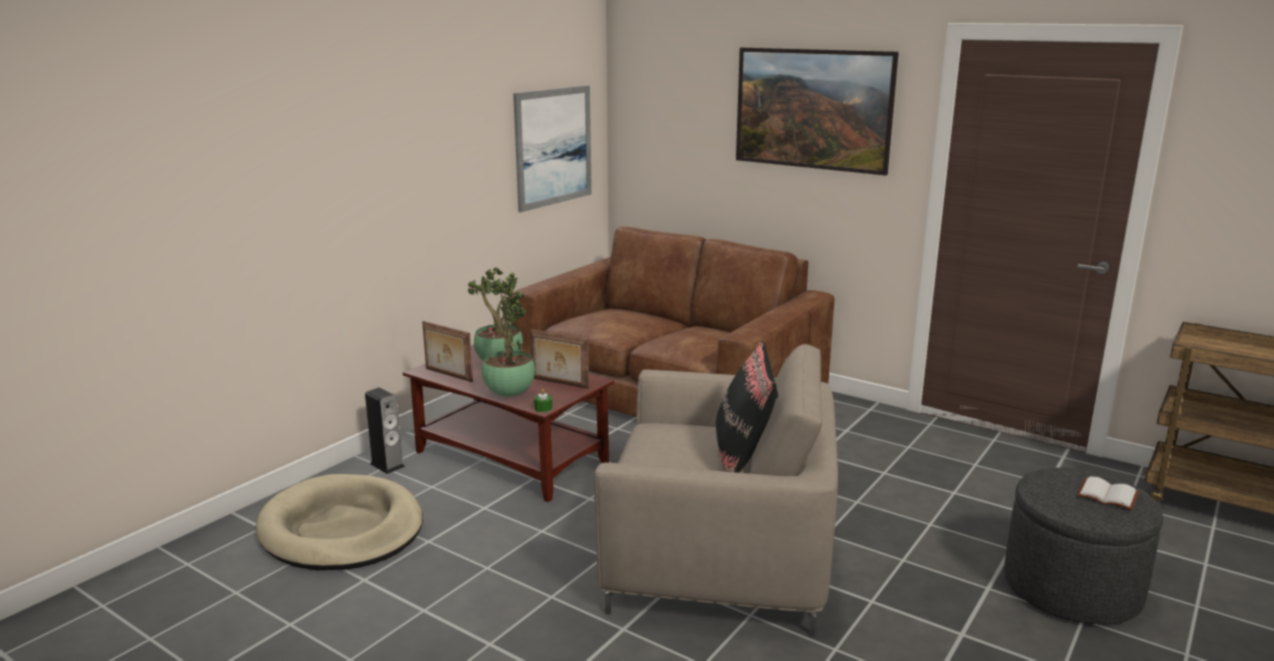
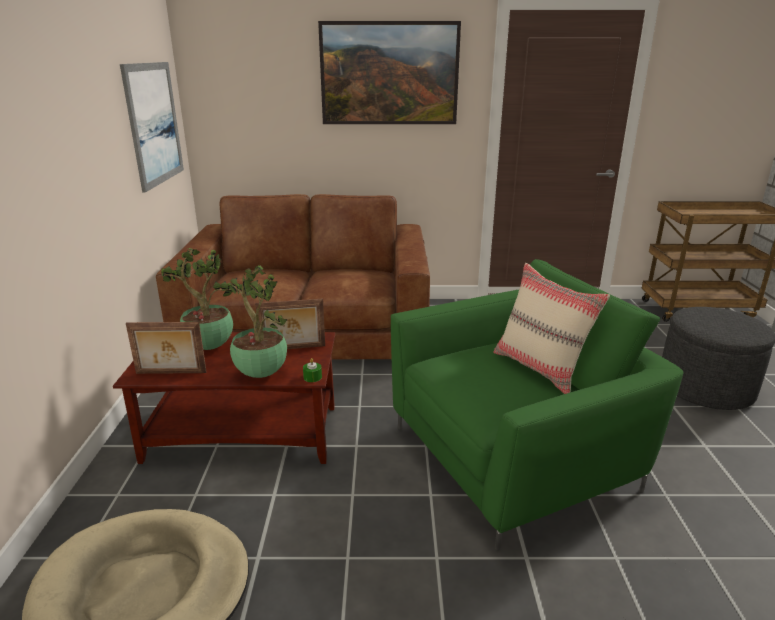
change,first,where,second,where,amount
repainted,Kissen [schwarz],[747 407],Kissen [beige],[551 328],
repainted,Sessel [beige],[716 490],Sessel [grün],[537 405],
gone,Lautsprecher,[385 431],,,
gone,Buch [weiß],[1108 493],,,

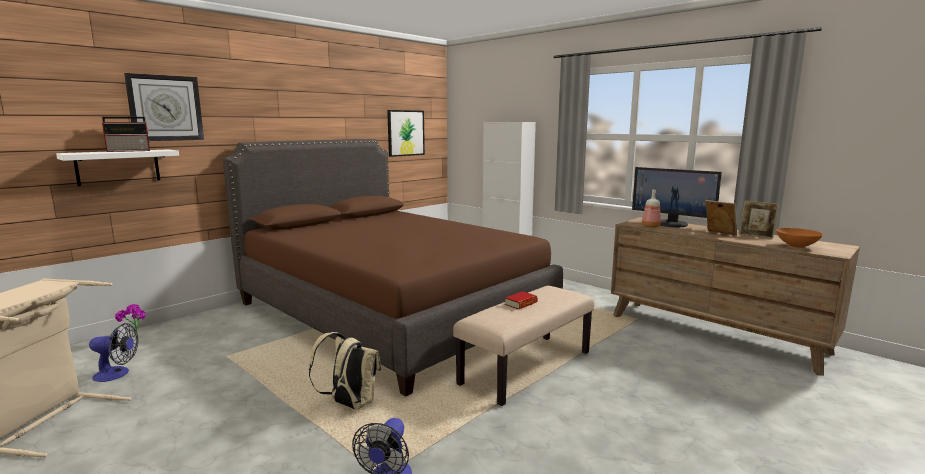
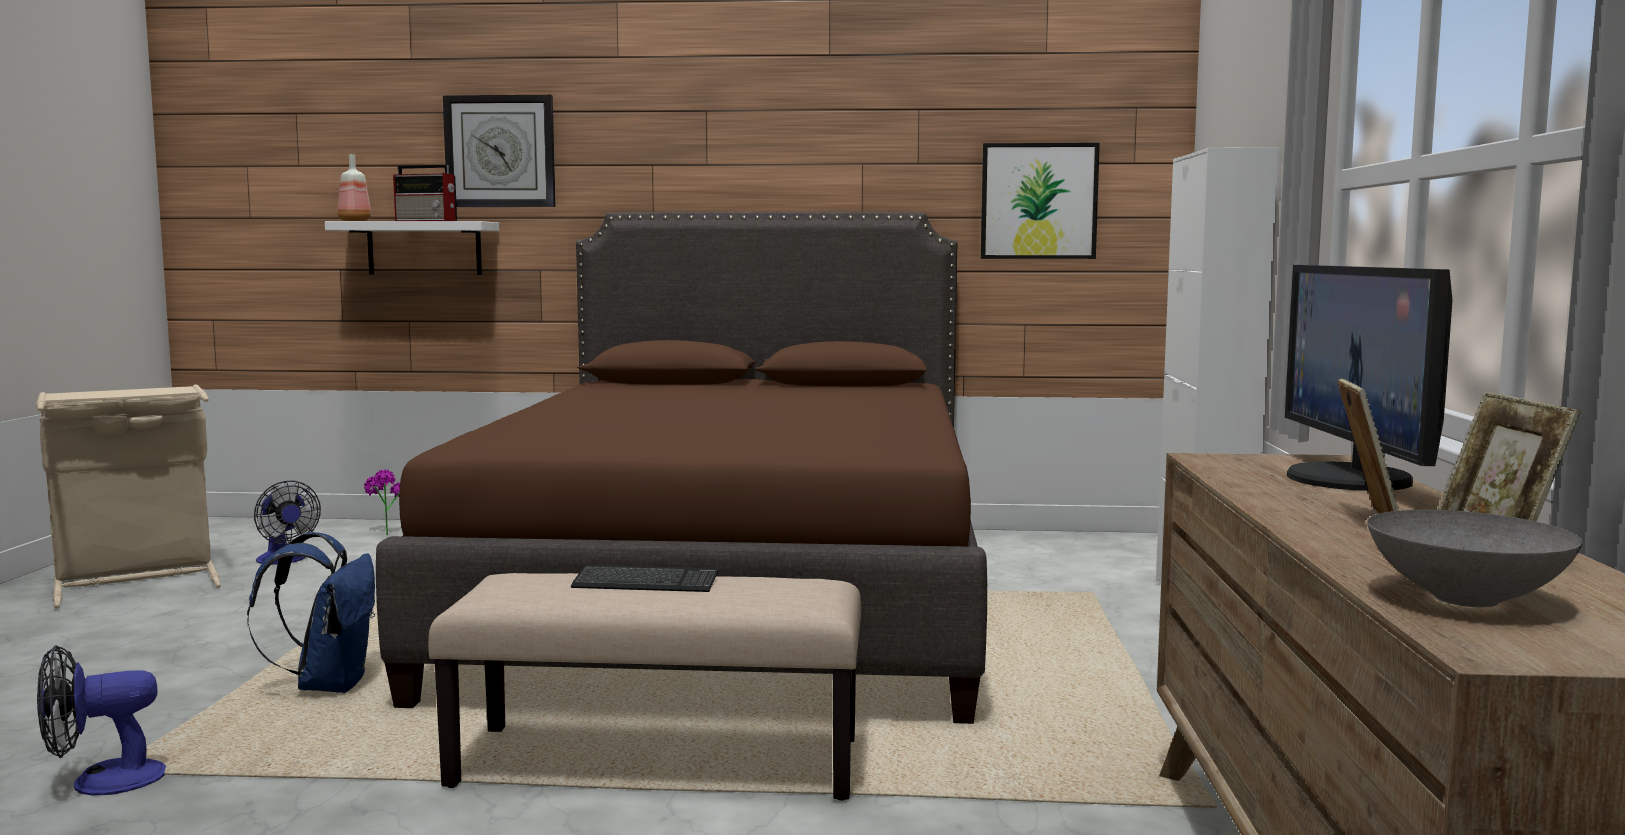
change,first,where,second,where,amount
shifted,Flasche,[651 209],,[354 187],
repainted,Schüssel [orange],[799 238],Schüssel [grau],[1475 559],
swapped,Buch,[521 300],Tastatur,[644 578],
repainted,Rucksack [beige],[345 371],Rucksack [blau],[311 612],

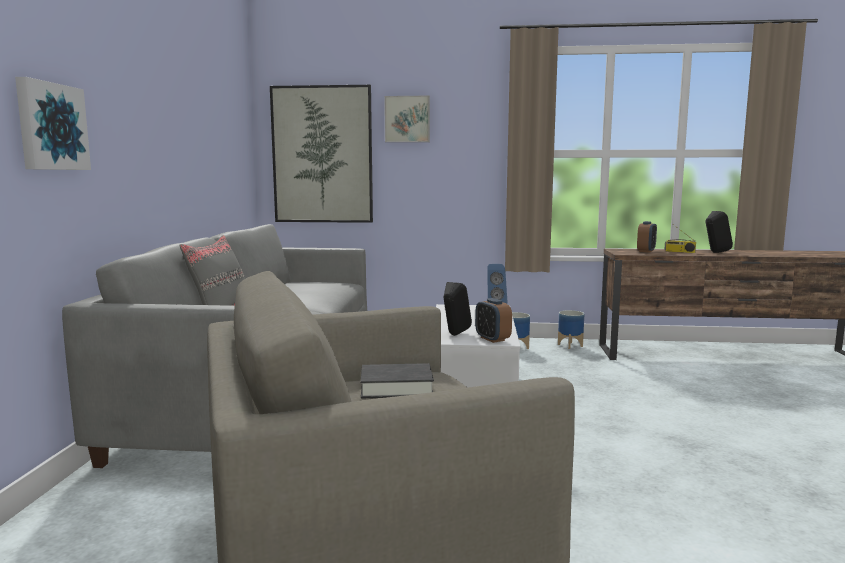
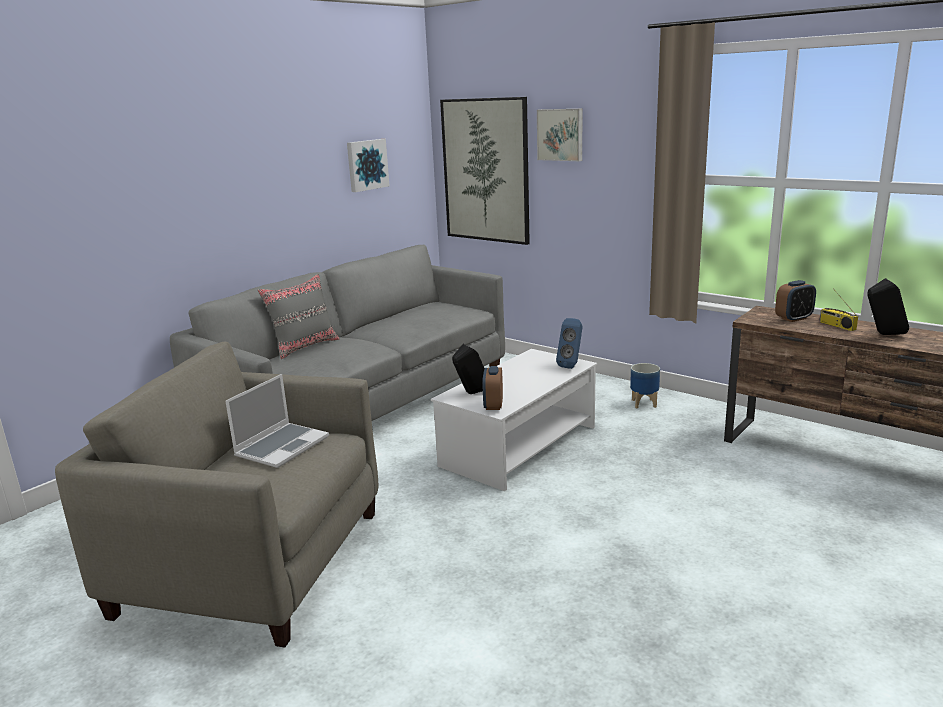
change,first,where,second,where,amount
shifted,Bild,[53 123],,[368 165],
gone,Pflanzkübel,[571 329],,,
swapped,Buch [schwarz],[397 381],Laptop,[277 421],

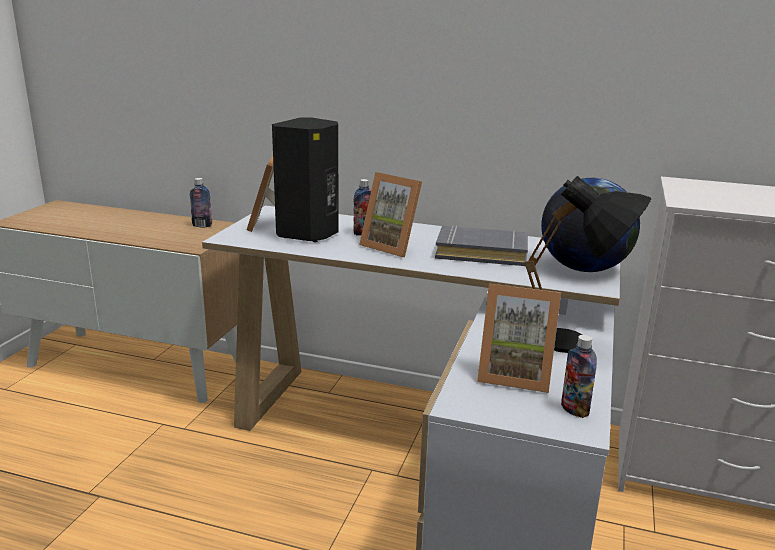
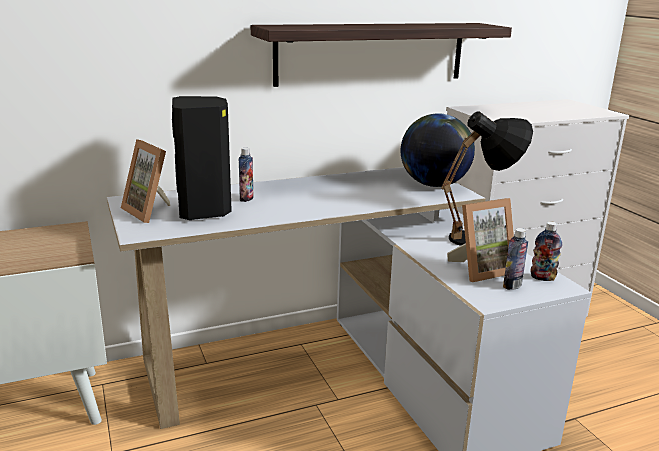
change,first,where,second,where,amount
gone,Bilderrahmen,[390 214],,,
shifted,Flasche,[200 202],,[515 259],
gone,Buch [grau],[481 246],,,
new,,,Wandregal,[381 55],

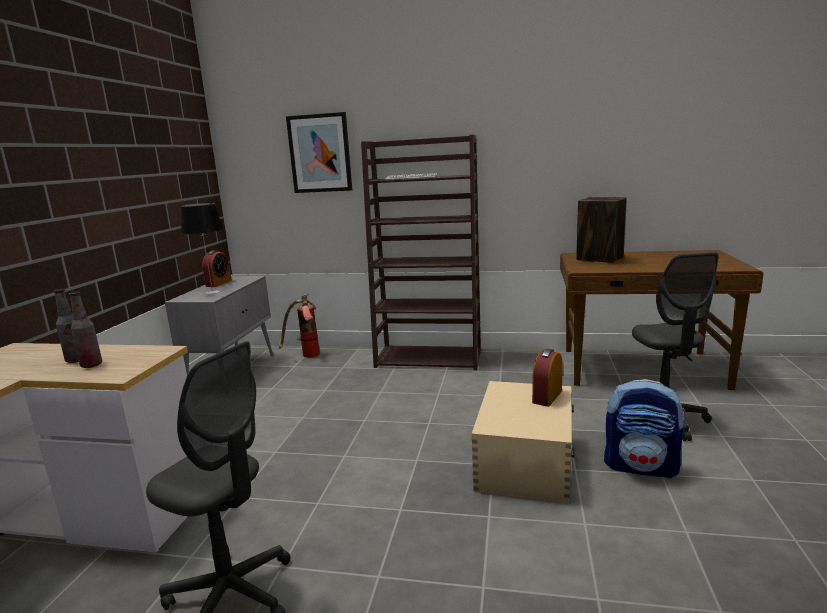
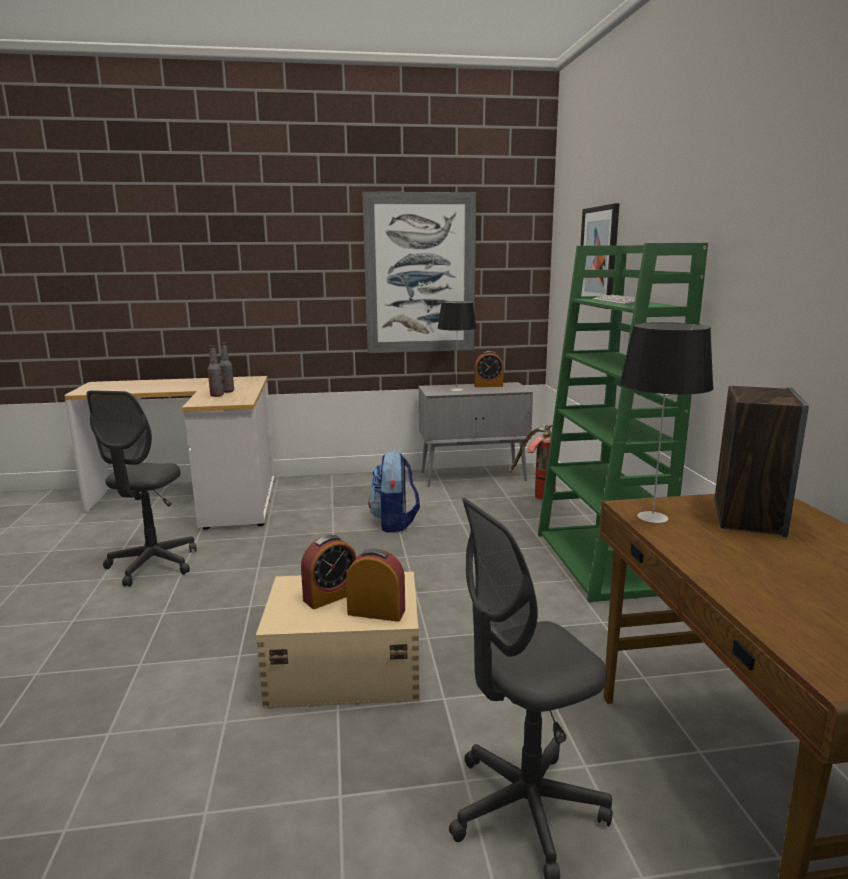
change,first,where,second,where,amount
repainted,Bücherregal [braun],[421 252],Bücherregal [grün],[623 422],
shifted,Rucksack,[645 428],,[394 492],
new,,,Bild,[419 272],
new,,,Tischlampe,[667 422],
new,,,Wecker,[328 572],

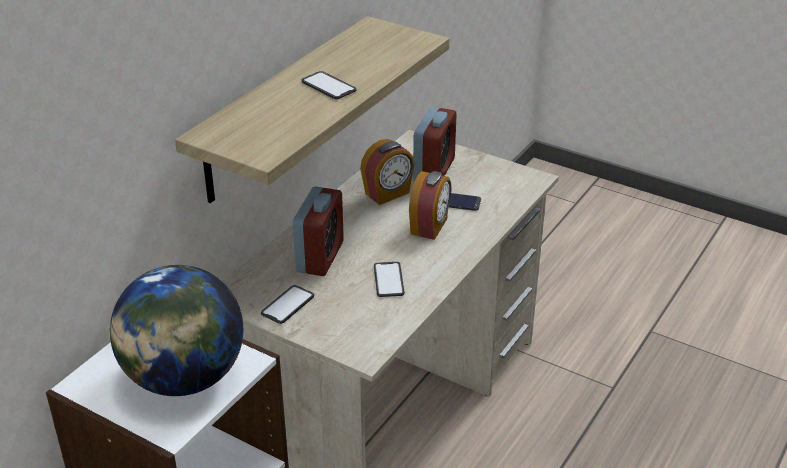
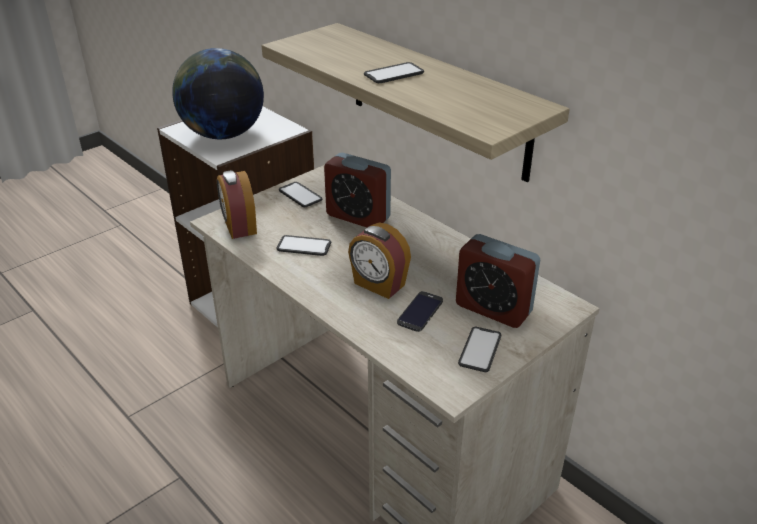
change,first,where,second,where,amount
shifted,Wecker,[387 172],,[237 204],
new,,,Handy,[479 349],

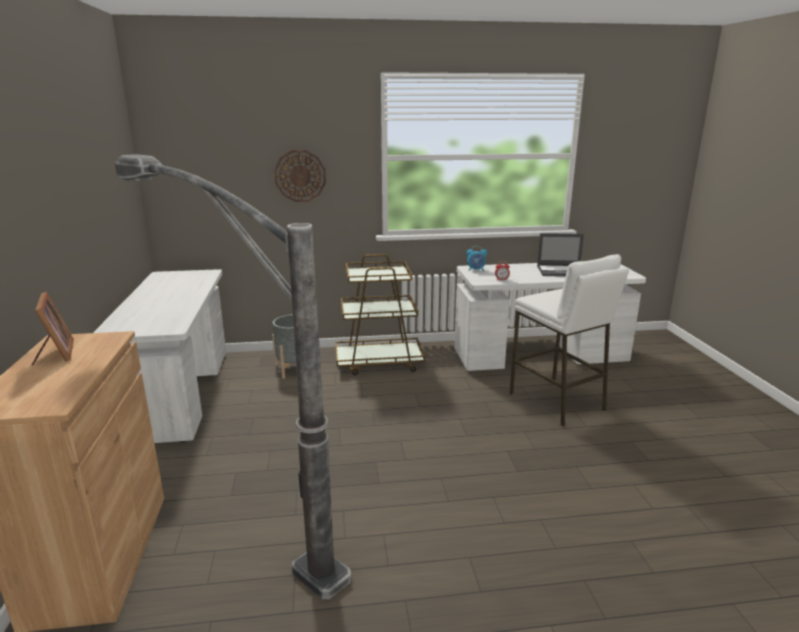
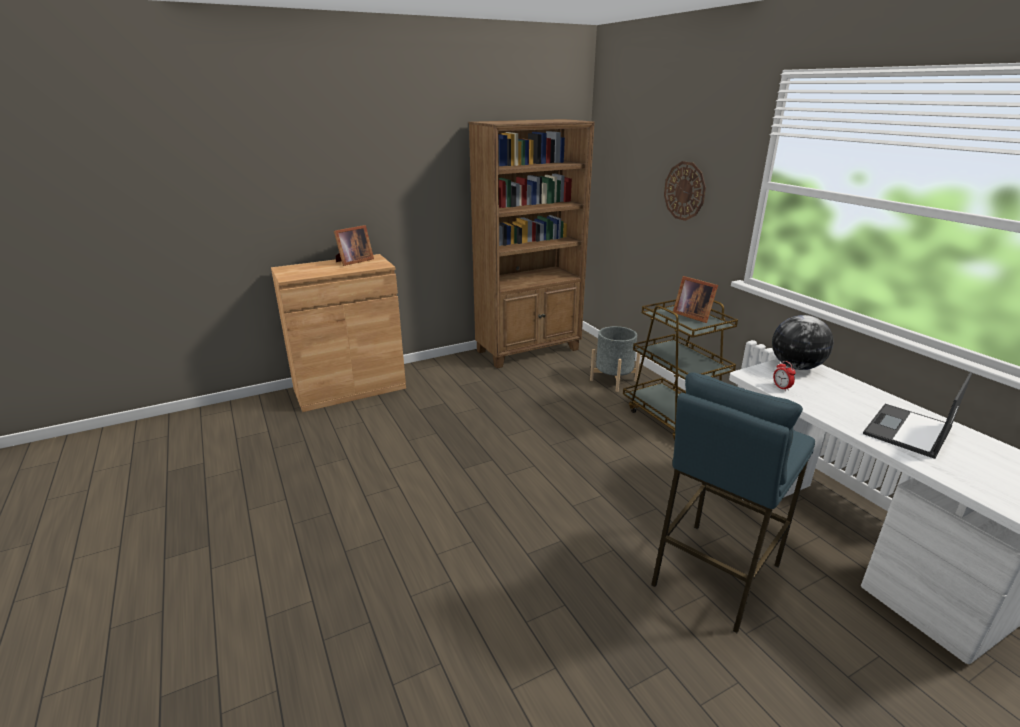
change,first,where,second,where,amount
gone,Stehlampe,[233 376],,,
rotated,Laptop,[560 255],,[917 415],60 degrees clockwise
swapped,Wecker,[476 258],Globus,[803 342],
repainted,Hocker [weiß],[569 340],Hocker [blau],[733 502],
swapped,Schreibtisch [weiß],[159 356],Bücherregal [braun],[532 243],
new,,,Bilderrahmen,[695 299],

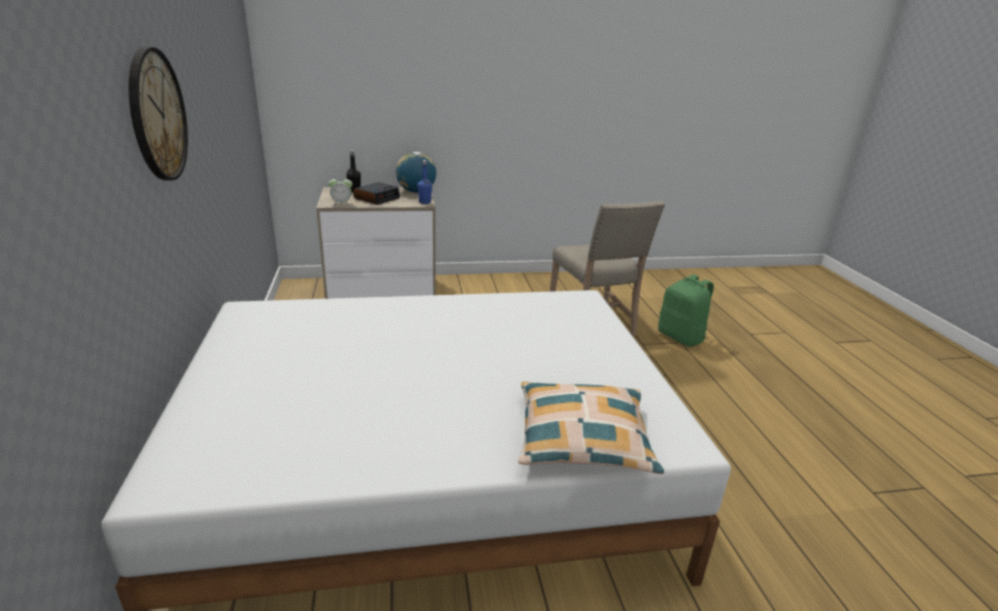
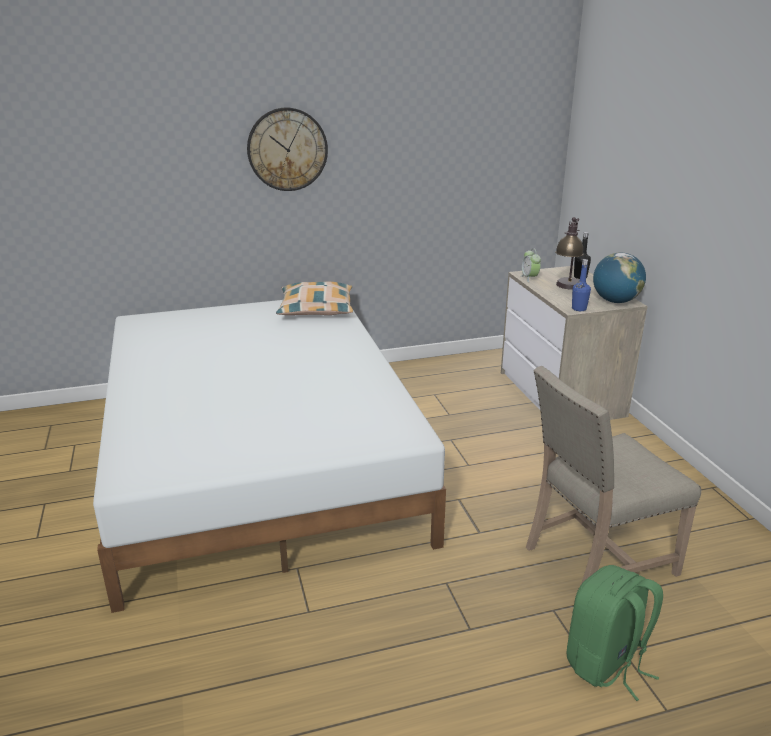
change,first,where,second,where,amount
swapped,Wecker,[376 193],Tischlampe,[569 253],
shifted,Kissen,[591 428],,[314 298],

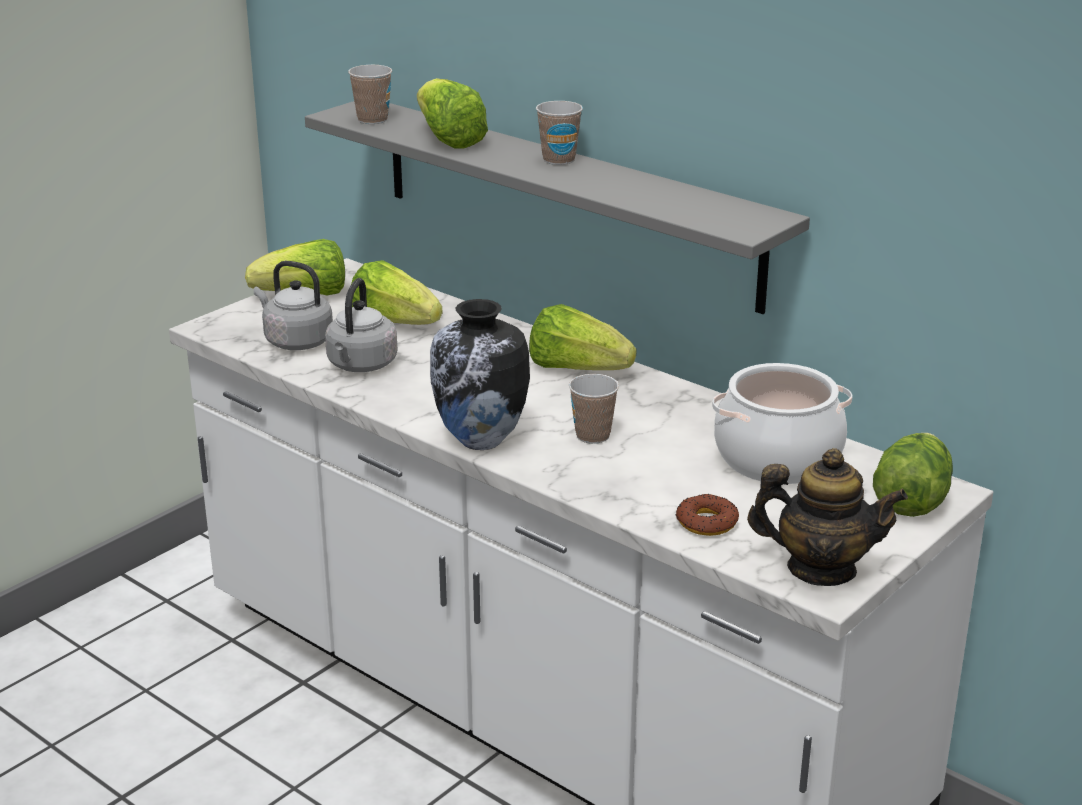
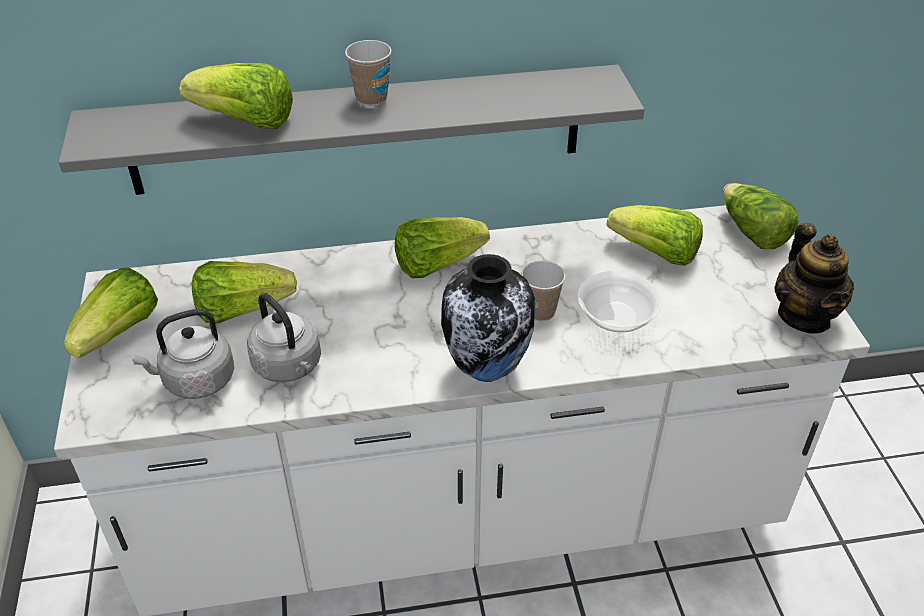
change,first,where,second,where,amount
gone,Tasse,[370 94],,,
swapped,Kochtopf,[782 423],Salatkopf,[655 235],
rotated,Teekanne,[827 517],,[814 278],120 degrees clockwise
gone,Donut,[707 515],,,
new,,,Schüssel,[620 301],

